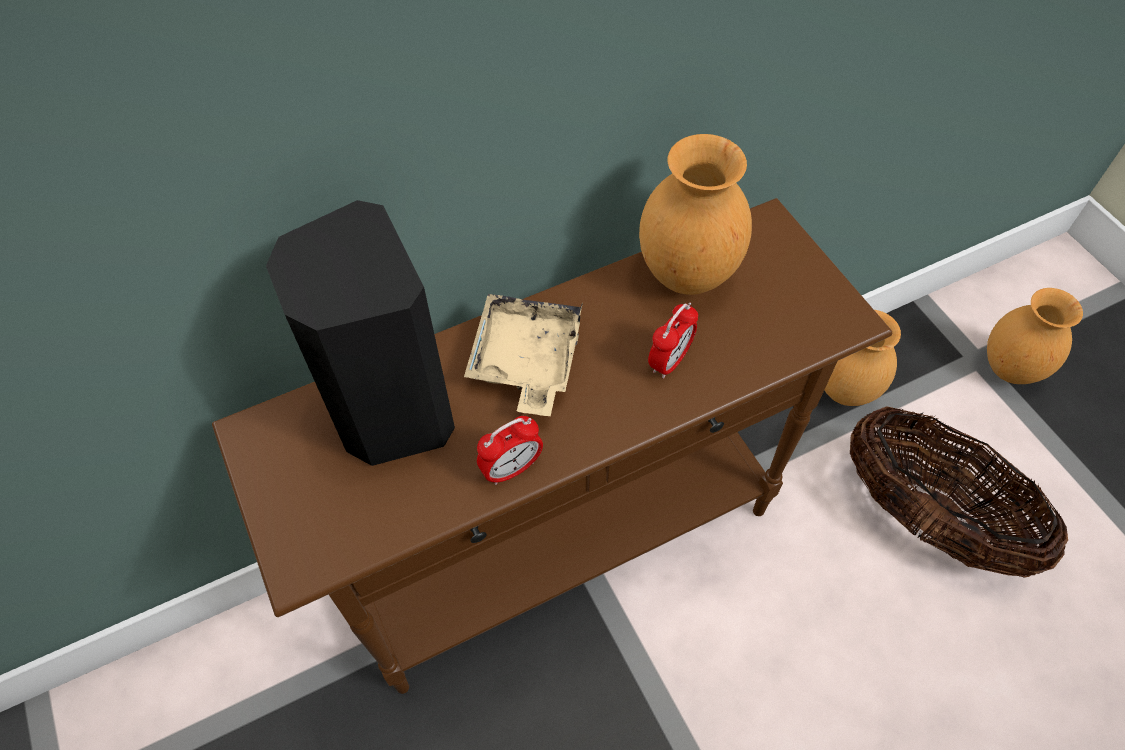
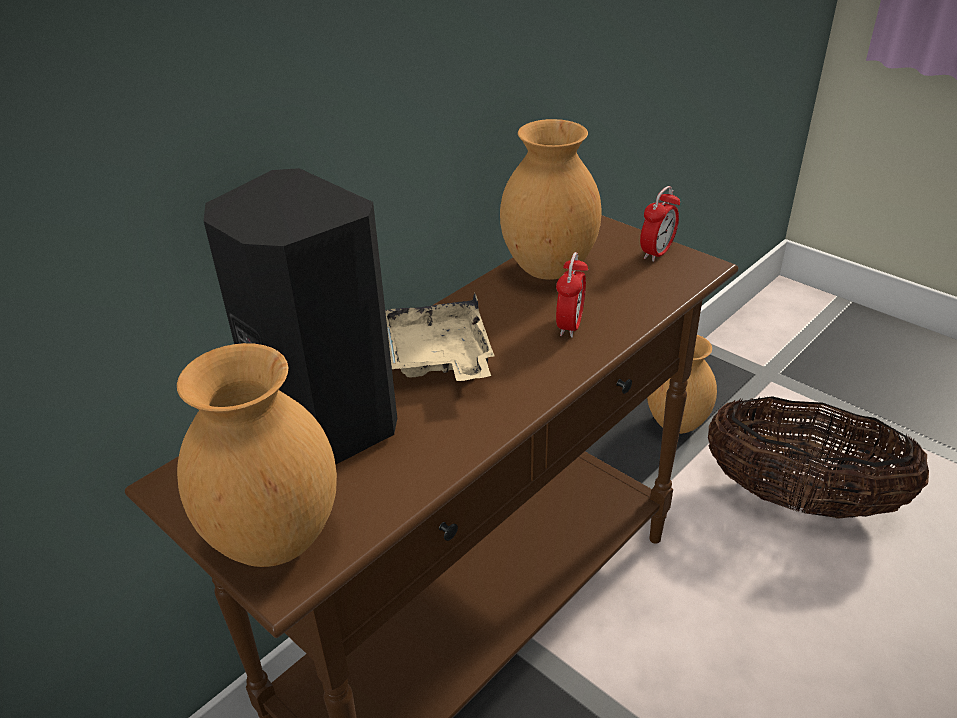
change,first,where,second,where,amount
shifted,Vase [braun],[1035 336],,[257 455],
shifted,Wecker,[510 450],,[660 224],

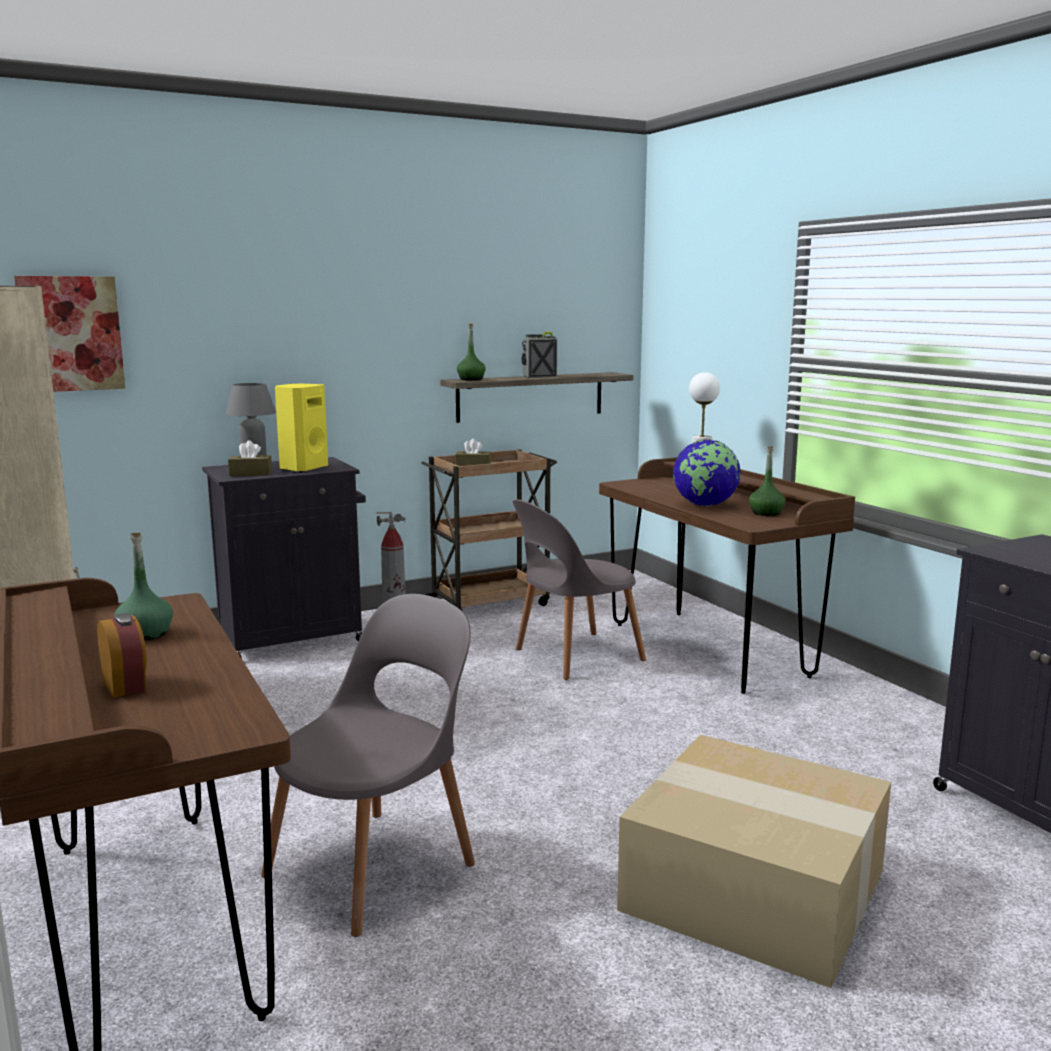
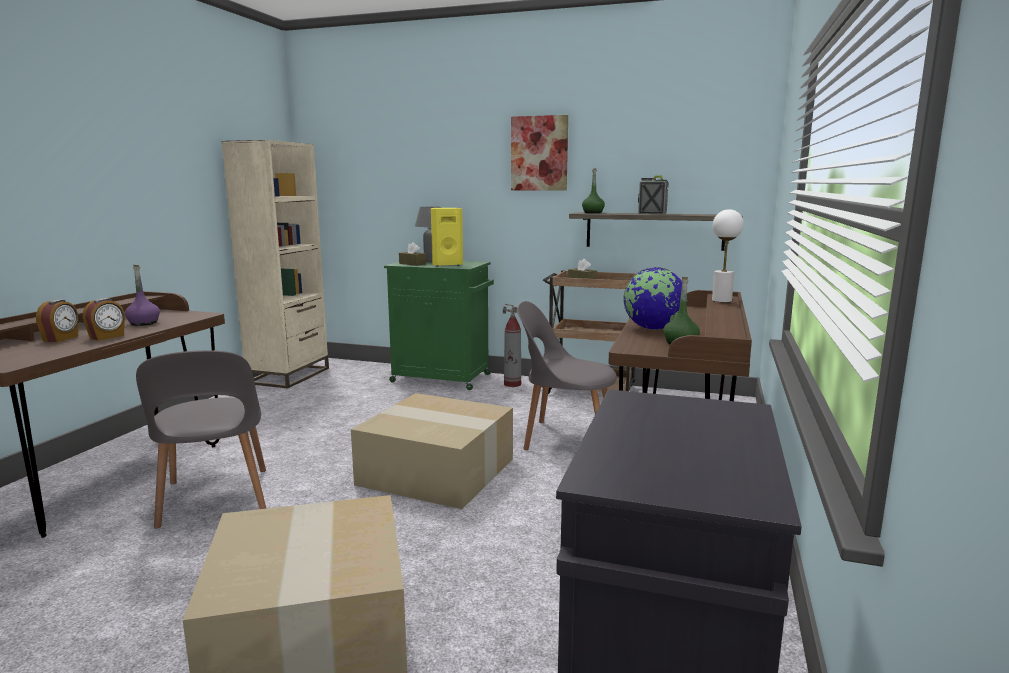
change,first,where,second,where,amount
shifted,Bild,[69 334],,[539 153],
repainted,Schrank [schwarz],[284 557],Schrank [grün],[439 325],
repainted,Flasche [grün],[143 586],Flasche [lila],[142 295],
rotated,Stuhl [grau],[368 765],,[201 439],75 degrees clockwise
new,,,Wecker,[104 319],
new,,,Karton,[432 451],

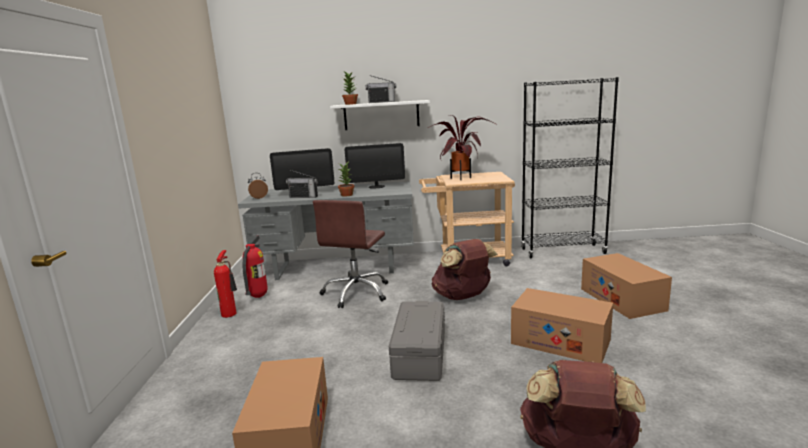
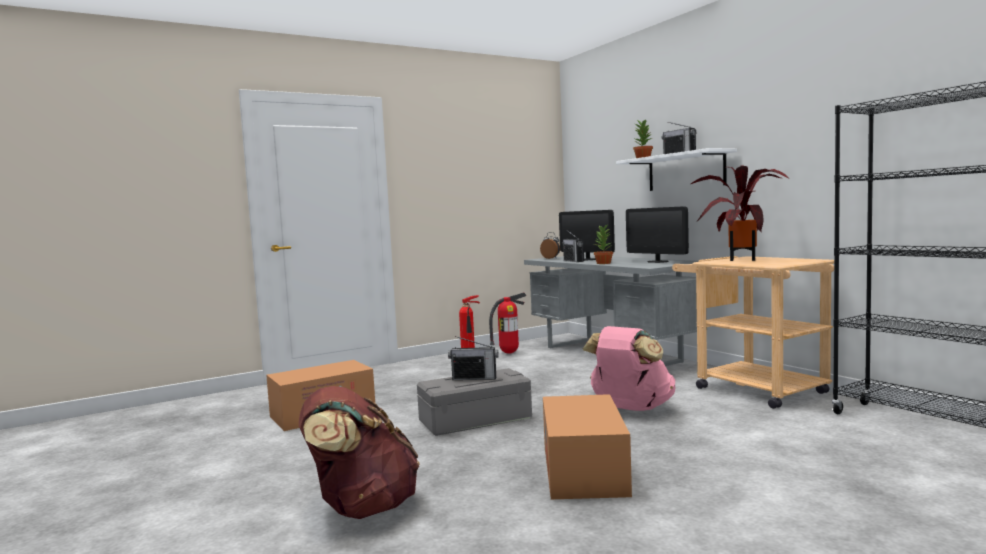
change,first,where,second,where,amount
gone,Bürostuhl [braun],[350 254],,,
repainted,Rucksack [braun],[465 269],Rucksack [rosa],[629 368],
gone,Karton,[626 286],,,
new,,,Radio,[473 358],

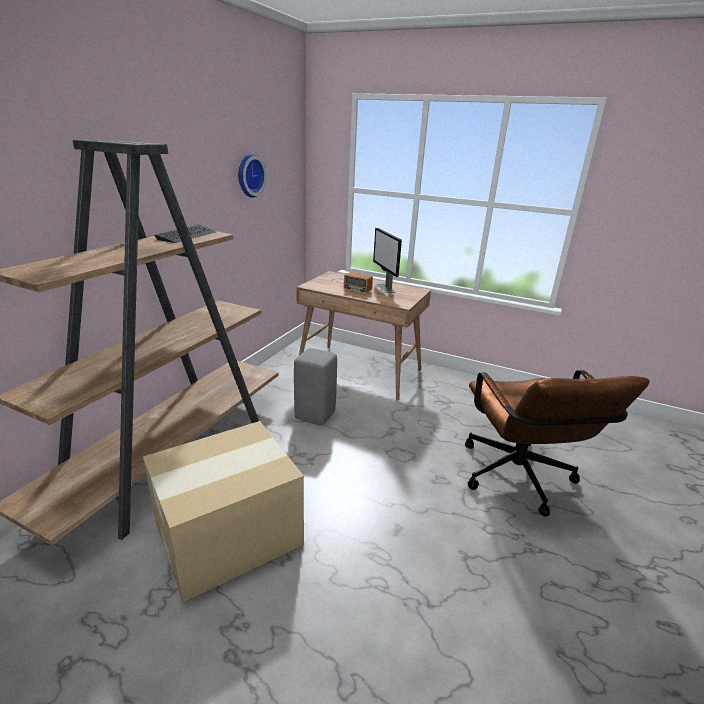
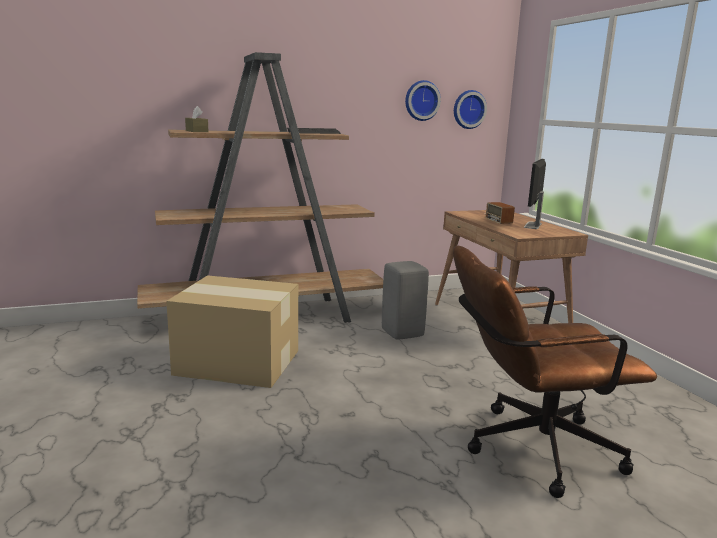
change,first,where,second,where,amount
rotated,Bürostuhl [braun],[557 443],,[555 371],45 degrees clockwise
new,,,Wanduhr,[470 109],
new,,,Taschentuchbox [braun],[197 119],

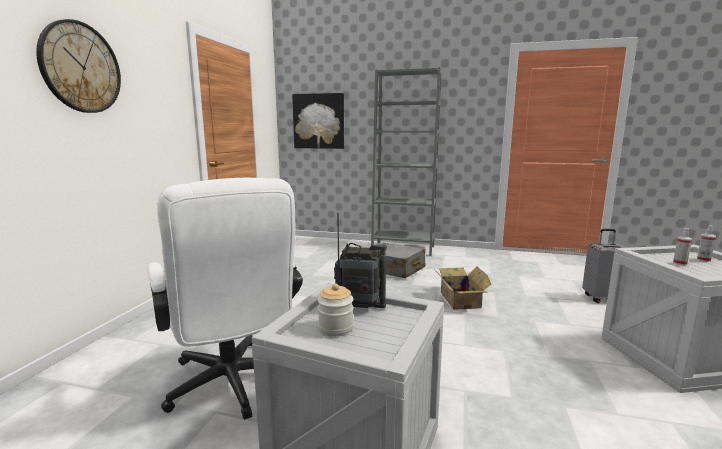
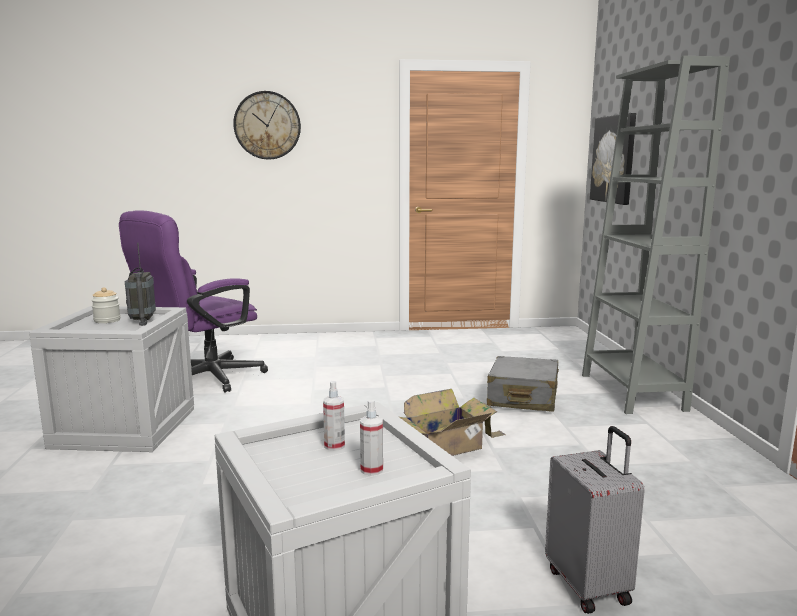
change,first,where,second,where,amount
repainted,Bürostuhl [weiß],[225 299],Bürostuhl [lila],[193 301],

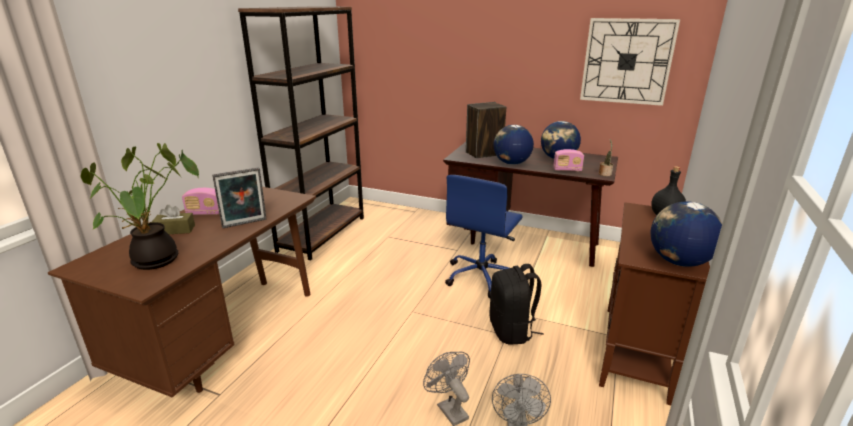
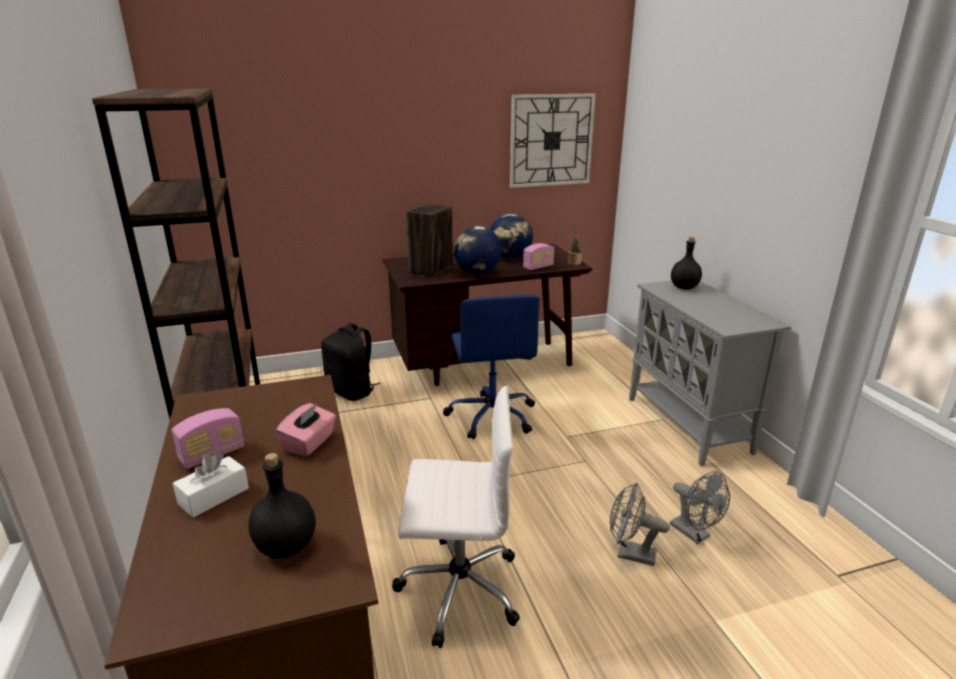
change,first,where,second,where,amount
swapped,Topfpflanze,[140 206],Flasche [schwarz],[282 505],
swapped,Bilderrahmen,[239 197],Taschentuchbox [rosa],[306 430],
gone,Globus,[686 234],,,
repainted,Schrank [braun],[654 304],Schrank [grau],[710 373],
repainted,Taschentuchbox [braun],[173 219],Taschentuchbox [weiß],[210 485],
shifted,Rucksack [schwarz],[517 304],,[350 362],
new,,,Bürostuhl [weiß],[456 517],

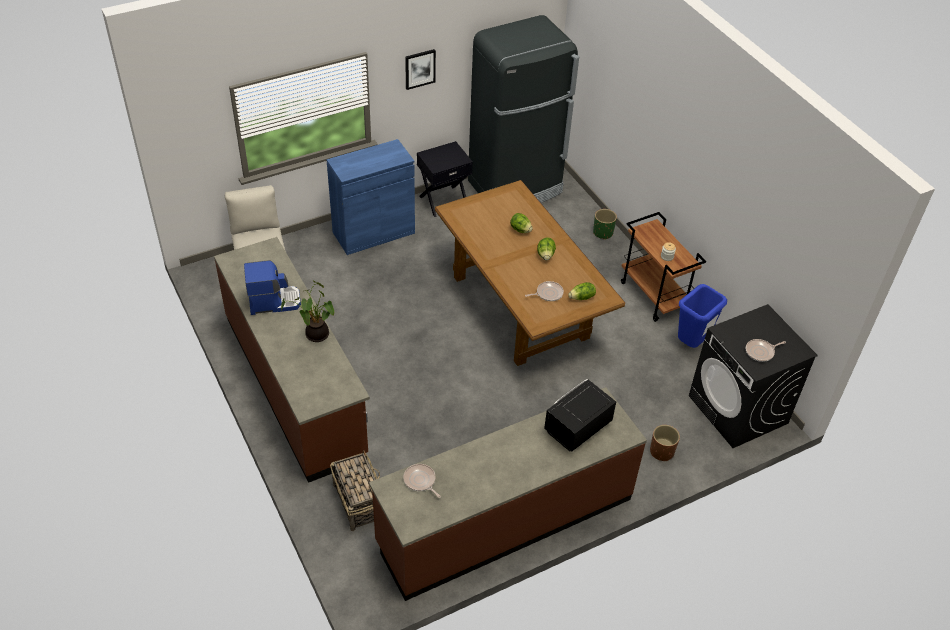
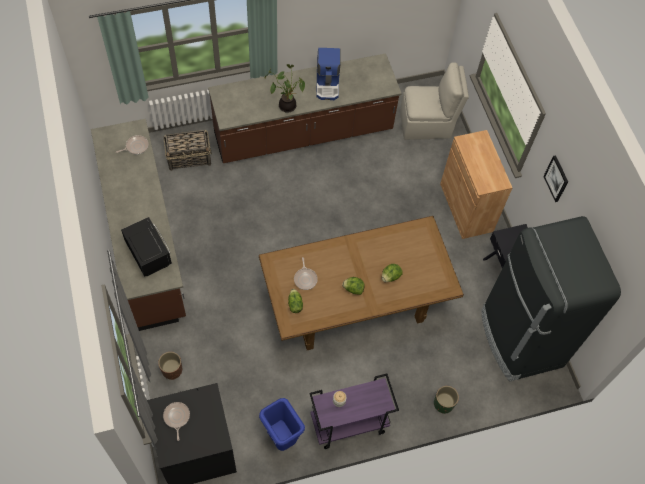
change,first,where,second,where,amount
repainted,Schrank [blau],[370 197],Schrank [braun],[476 184],
repainted,Rollwagen [braun],[663 267],Rollwagen [lila],[354 411],

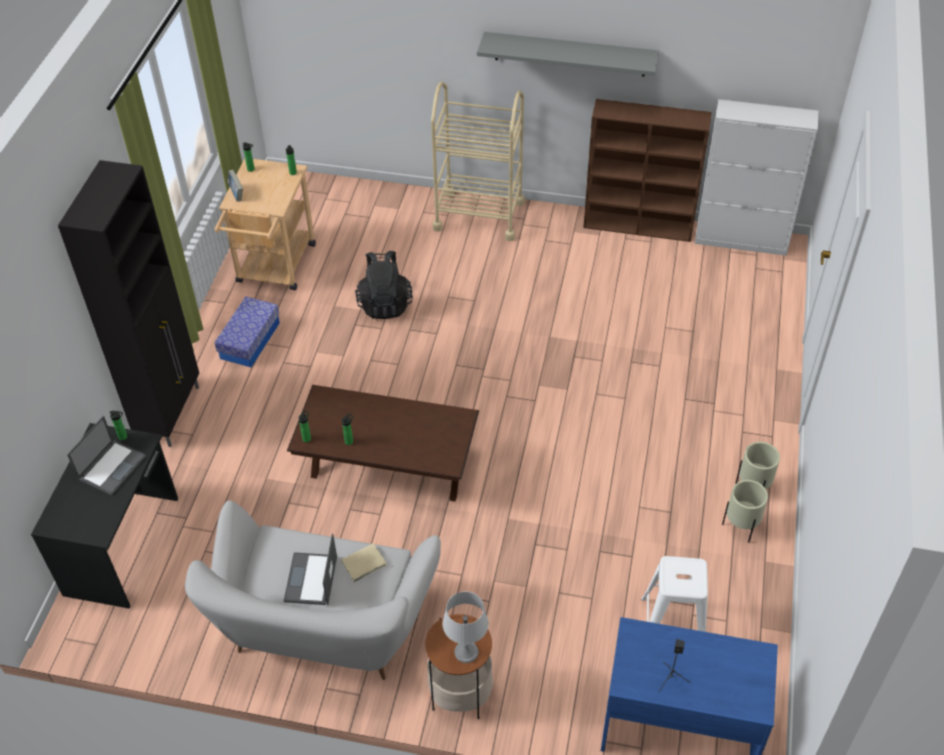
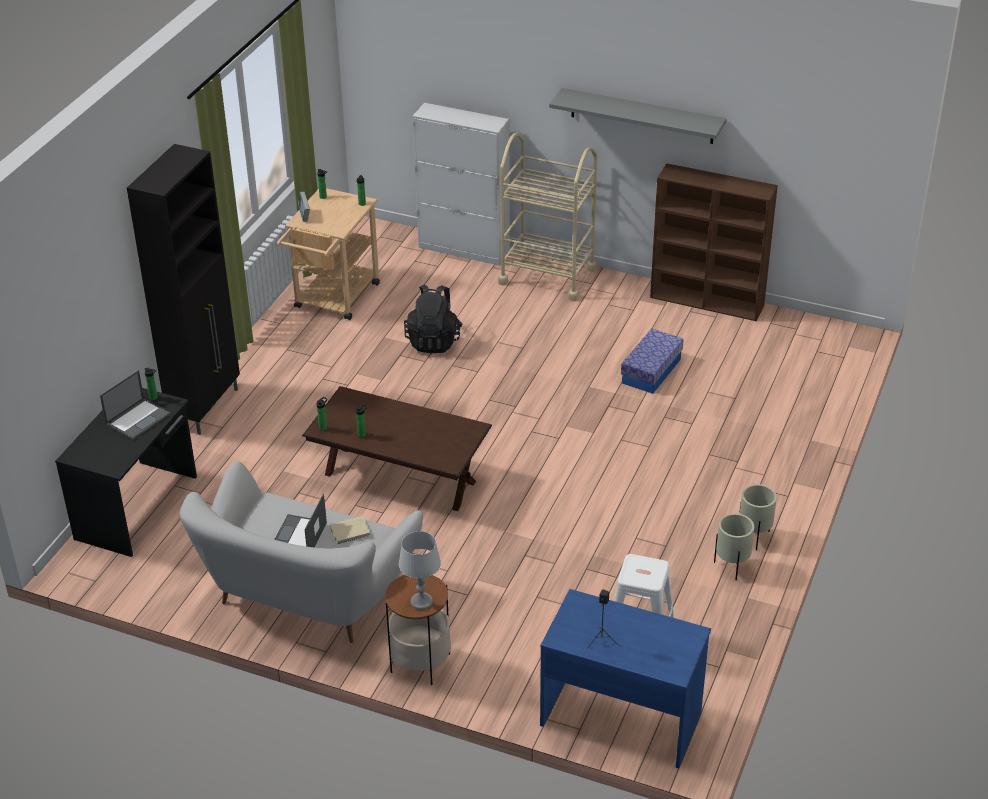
change,first,where,second,where,amount
shifted,Schrank [weiß],[756 177],,[461 184],
shifted,Aufbewahrungsbox,[247 331],,[652 361],

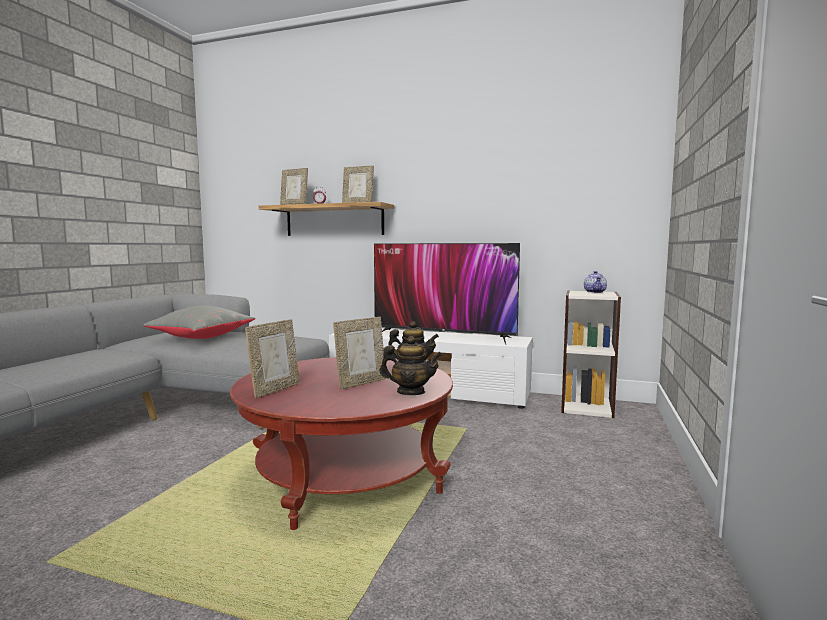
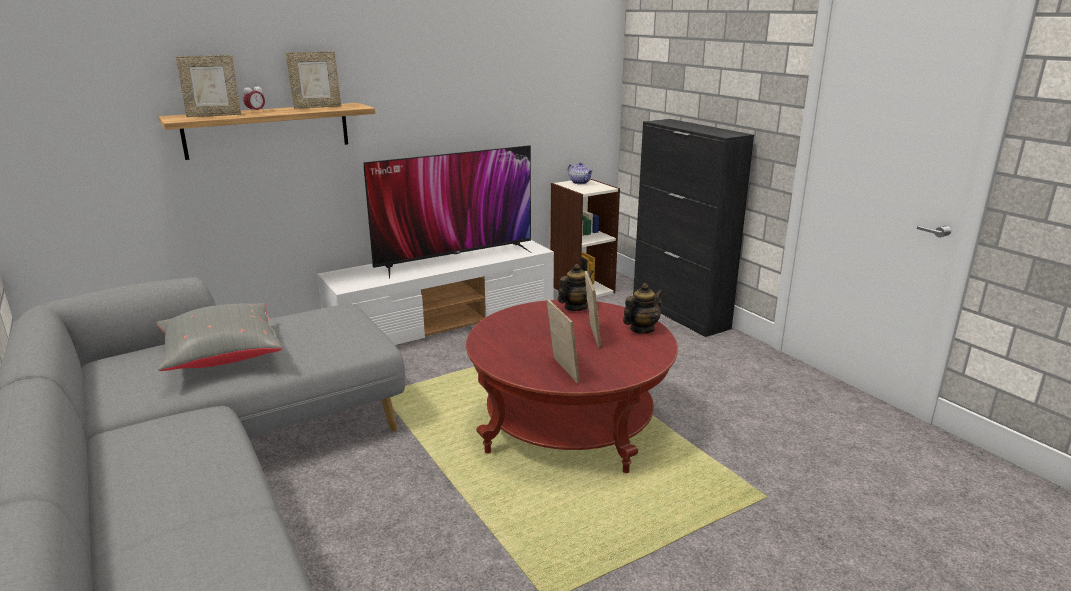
change,first,where,second,where,amount
new,,,Schrank [schwarz],[693 228],

